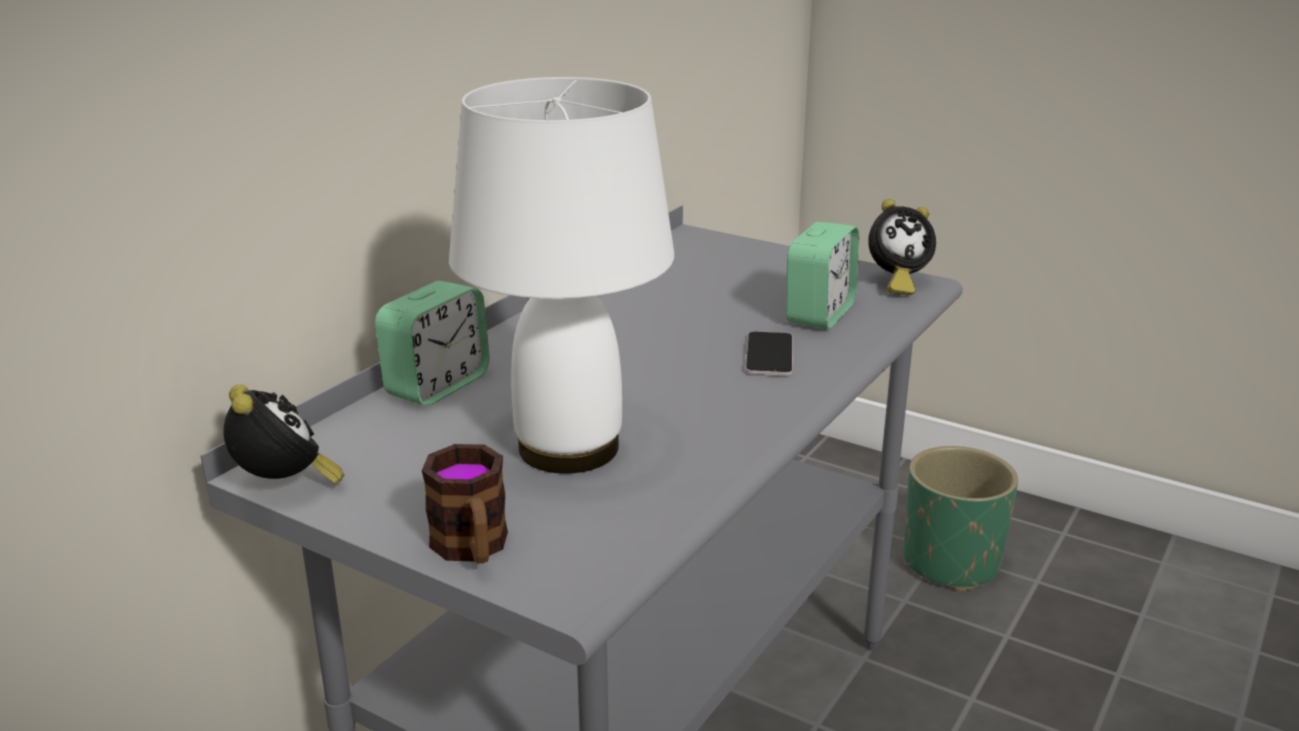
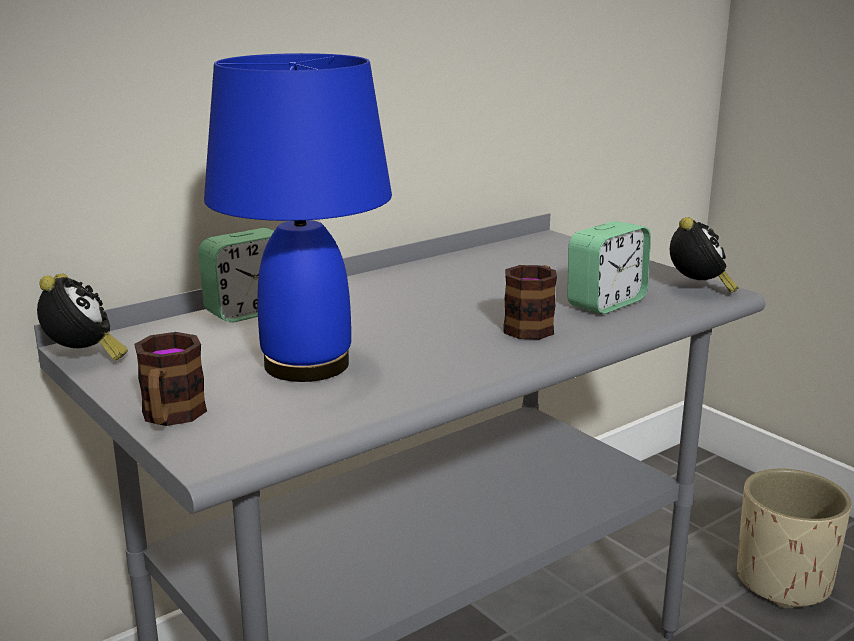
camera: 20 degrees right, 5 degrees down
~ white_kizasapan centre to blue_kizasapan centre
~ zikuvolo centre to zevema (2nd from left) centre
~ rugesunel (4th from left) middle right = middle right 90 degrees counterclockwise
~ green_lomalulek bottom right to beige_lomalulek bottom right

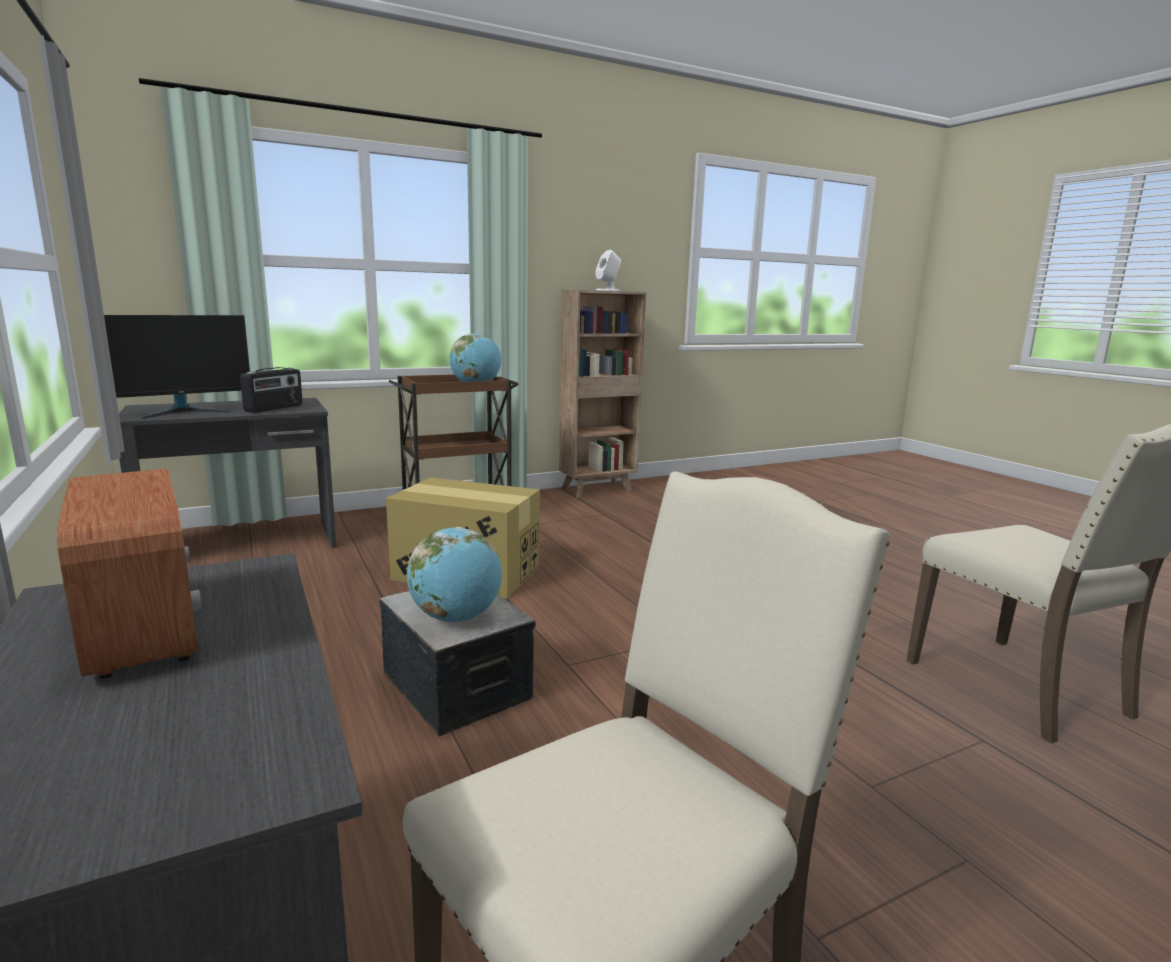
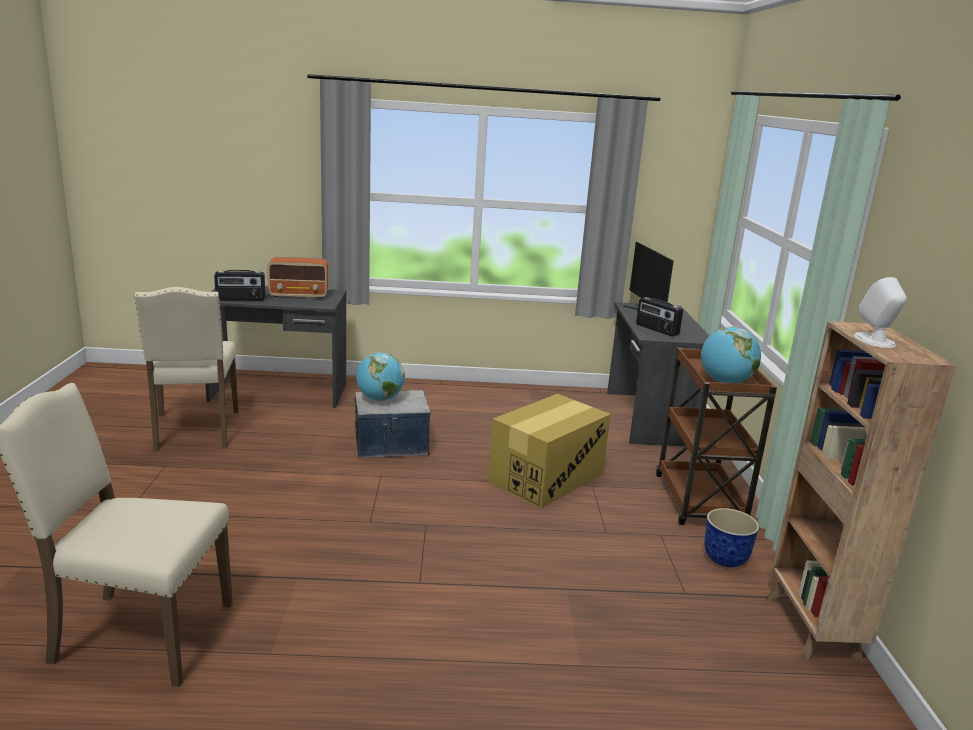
camera: 115 degrees right, 5 degrees up
+ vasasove (1st from left) middle left
+ lomalulek bottom right

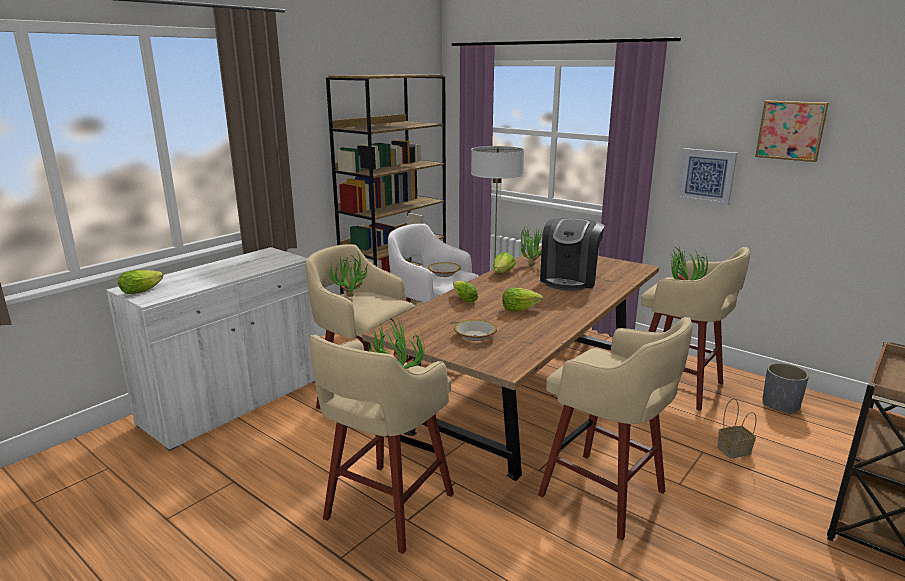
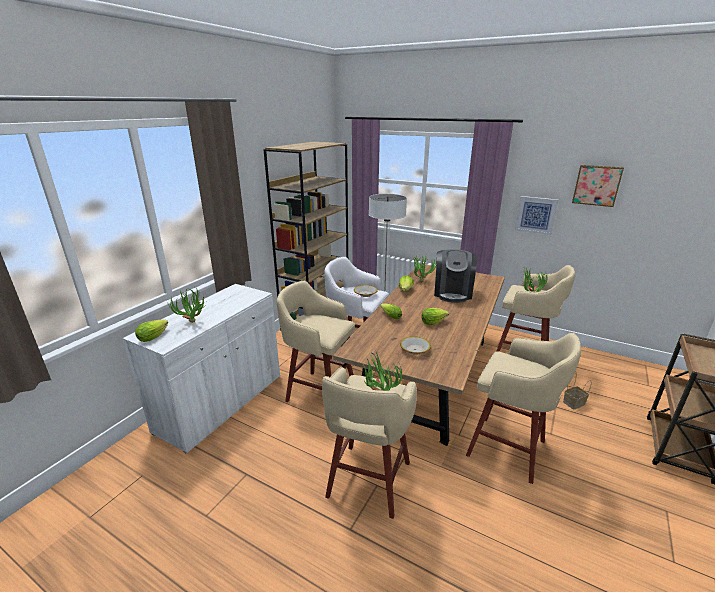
camera: 10 degrees left, 5 degrees up
~ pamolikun (1st from left) centre to middle left
- grey_lomalulek bottom right

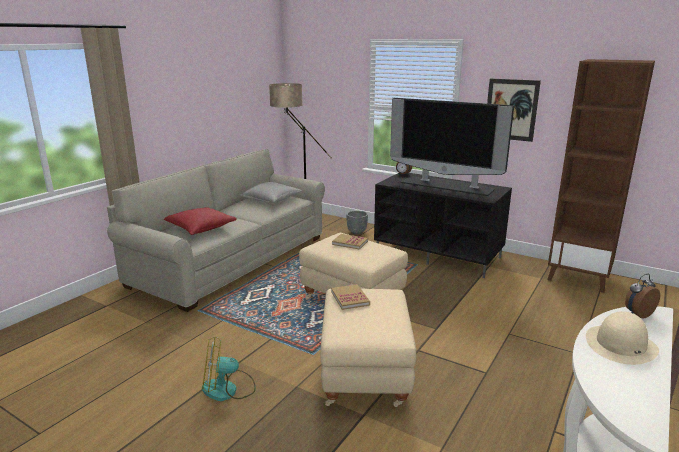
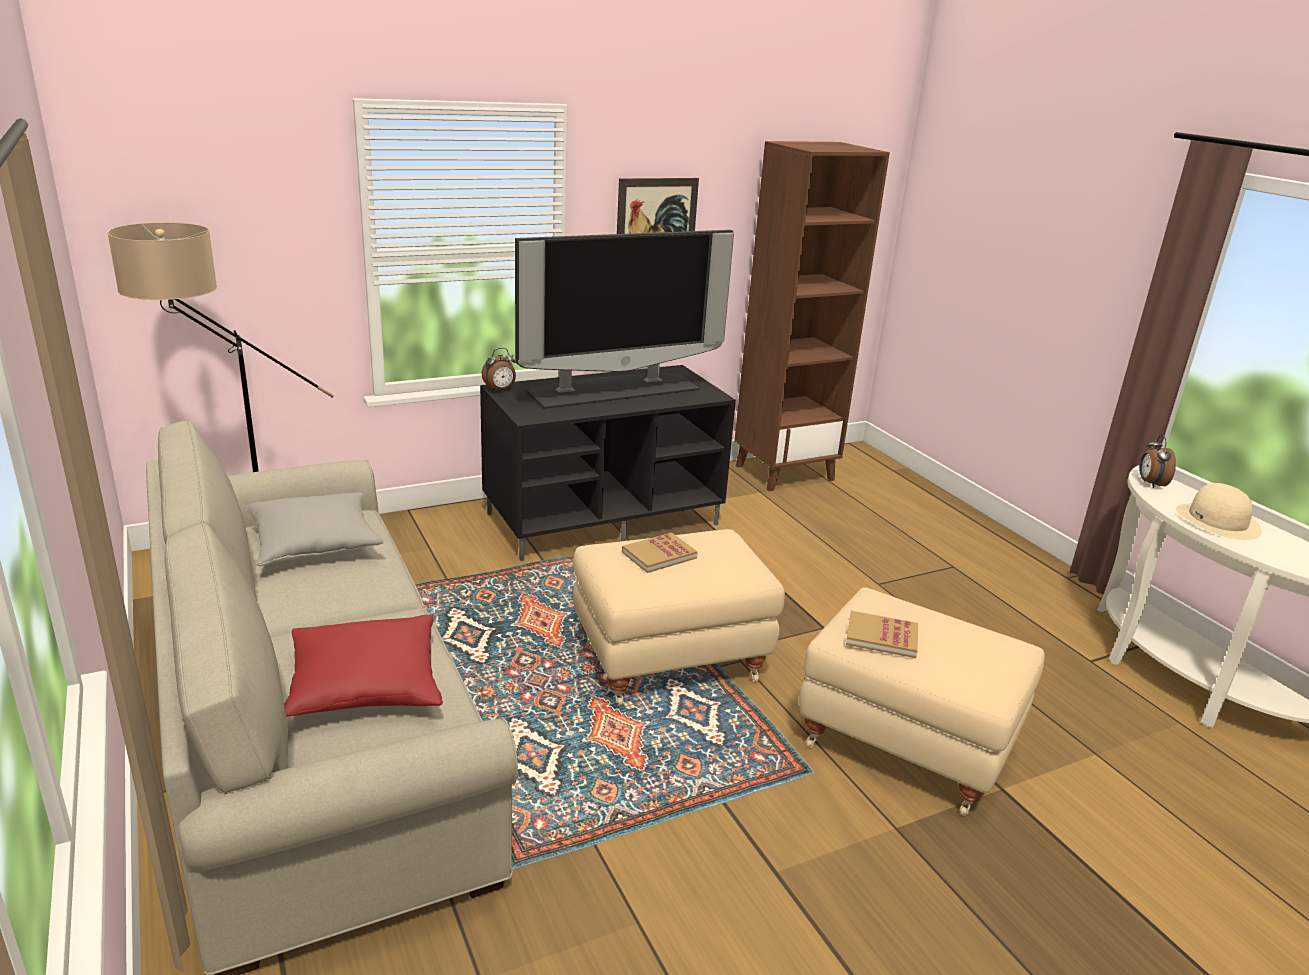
camera: 60 degrees left, 5 degrees up
- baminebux bottom centre
- grey_lomalulek centre

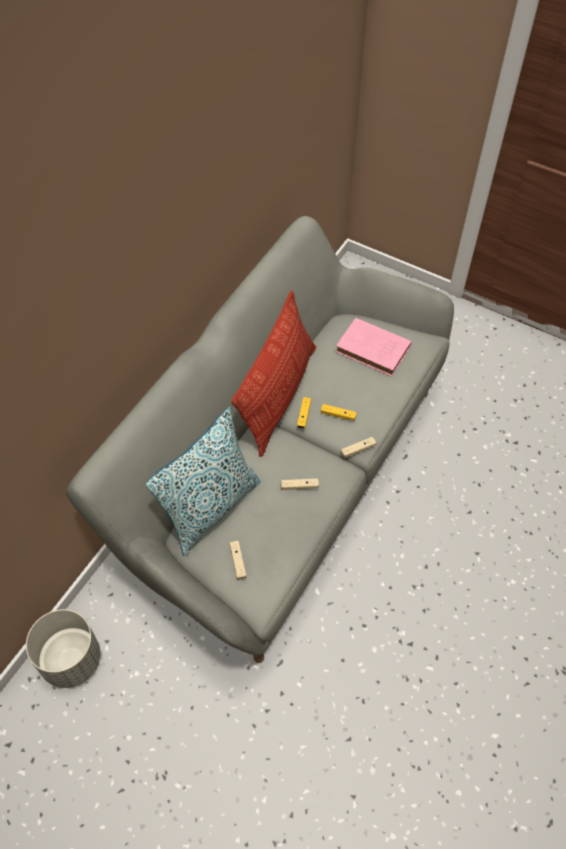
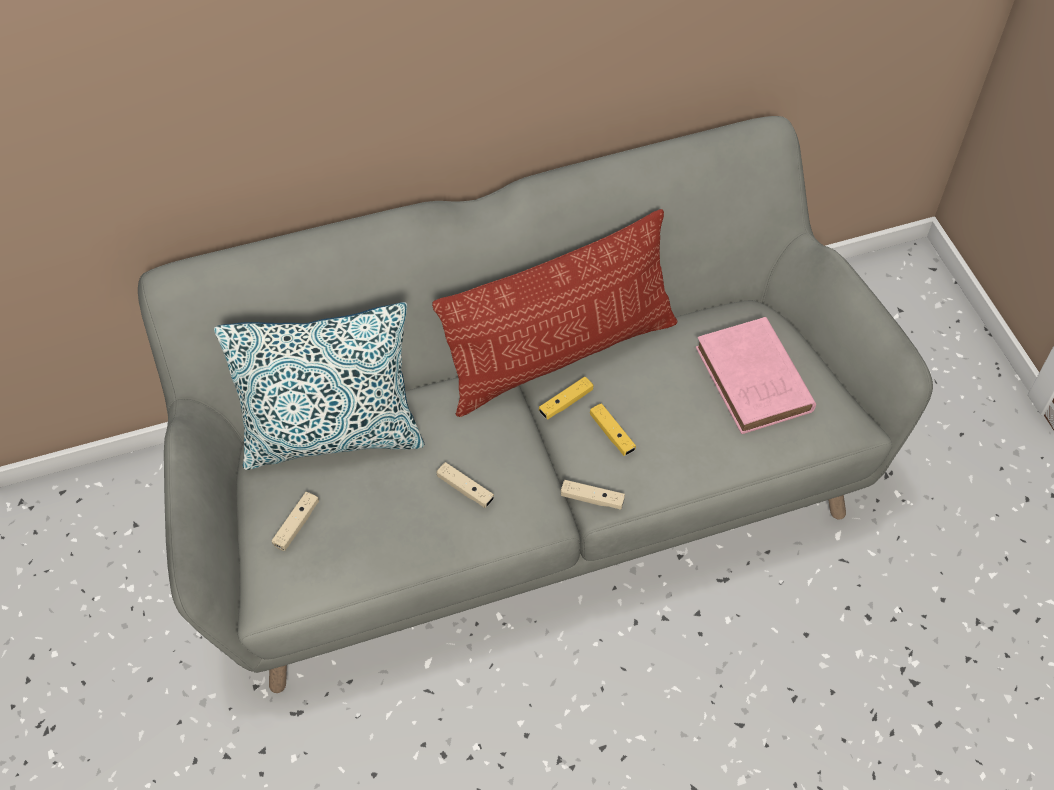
camera: 40 degrees right, 0 degrees up
- grey_lomalulek bottom left

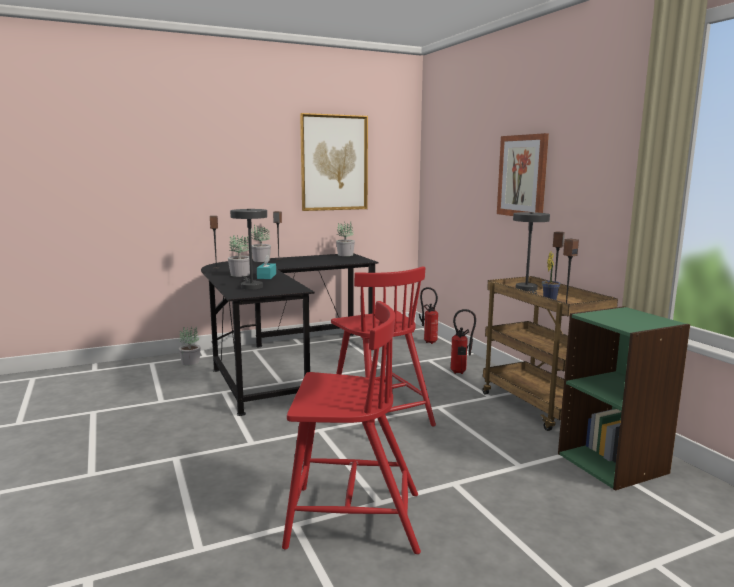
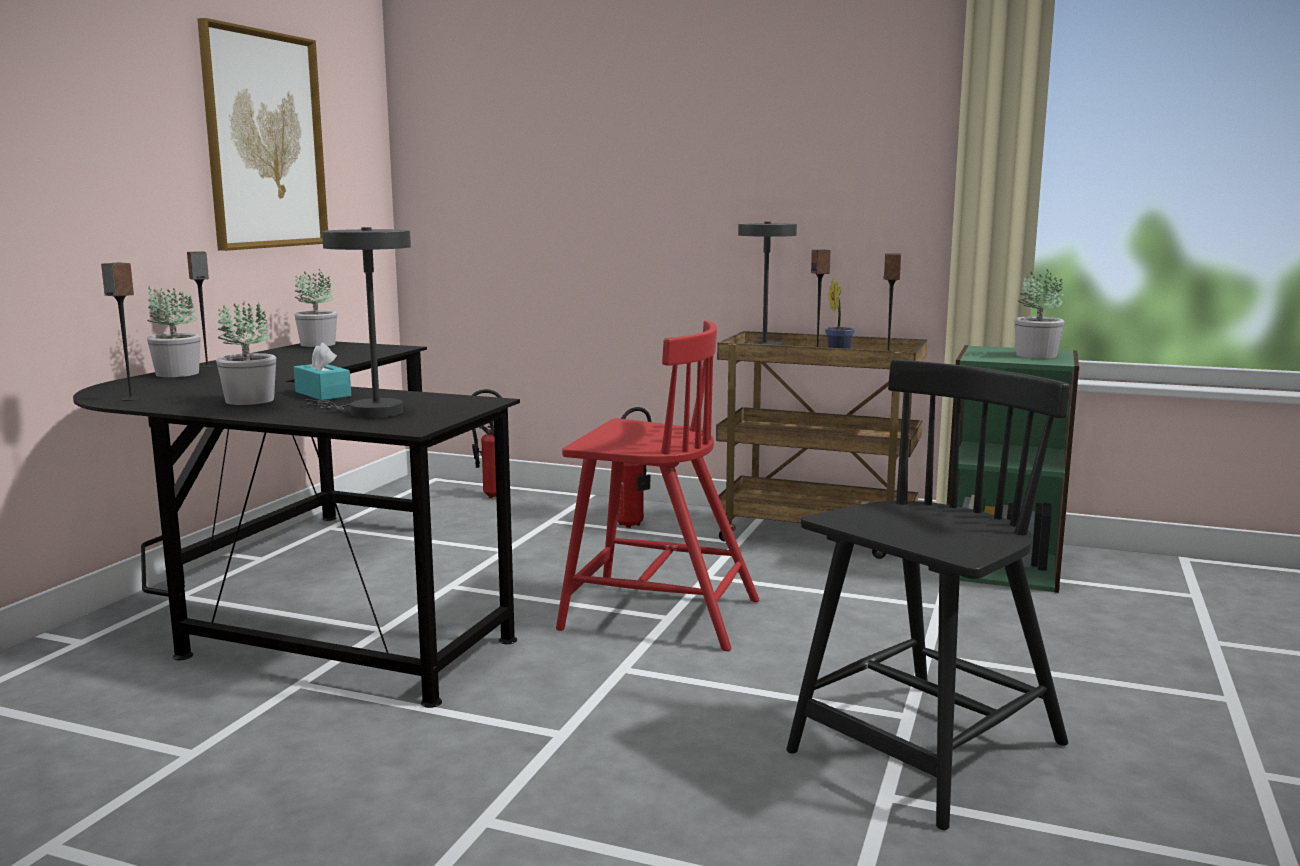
camera: 45 degrees left, 0 degrees up
~ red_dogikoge (1st from left) bottom centre to black_dogikoge bottom right
~ pamolikun (1st from left in the first image) middle left to pamolikun (5th from left) middle right
- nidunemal (2nd from left) top right

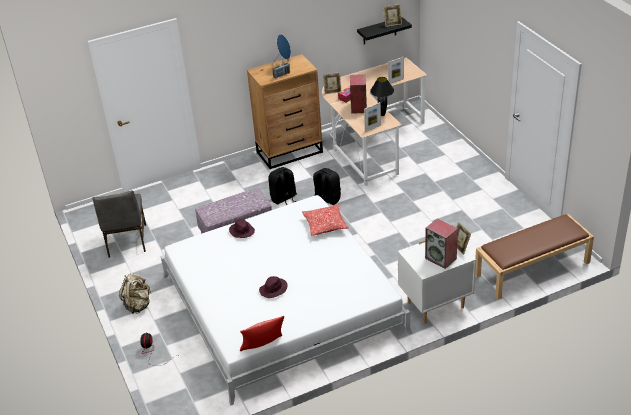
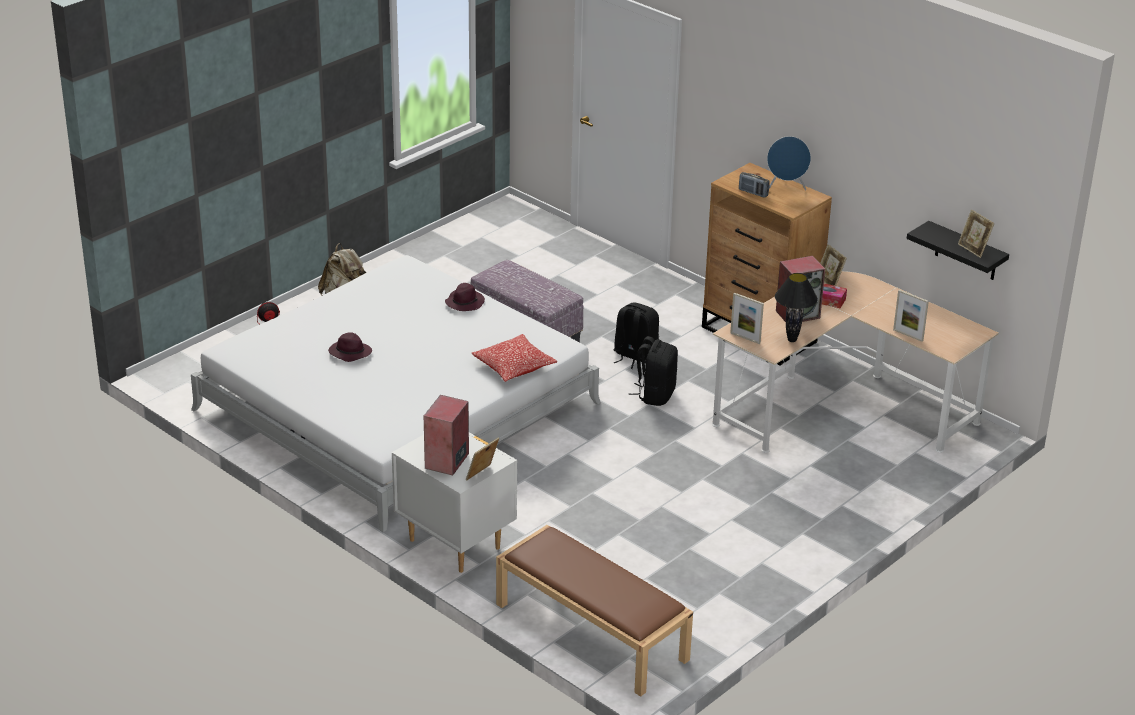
camera: 65 degrees right, 5 degrees down
- grey_dogikoge middle left
- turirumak (1st from left) bottom centre

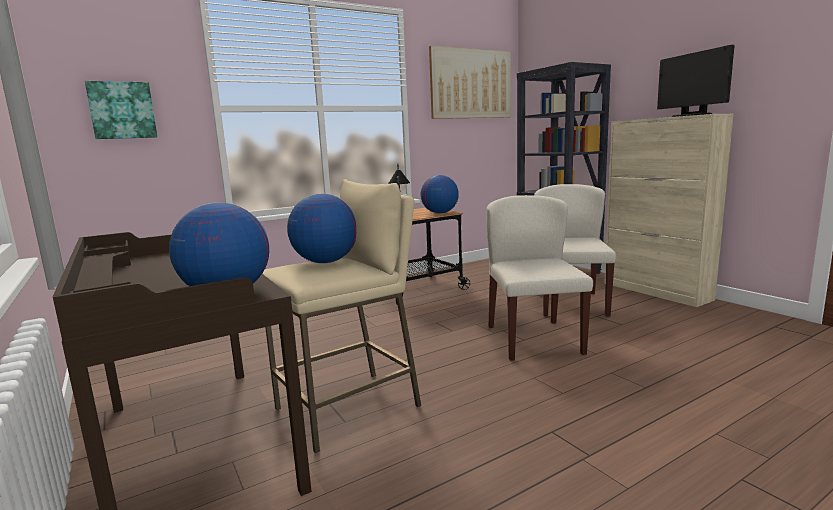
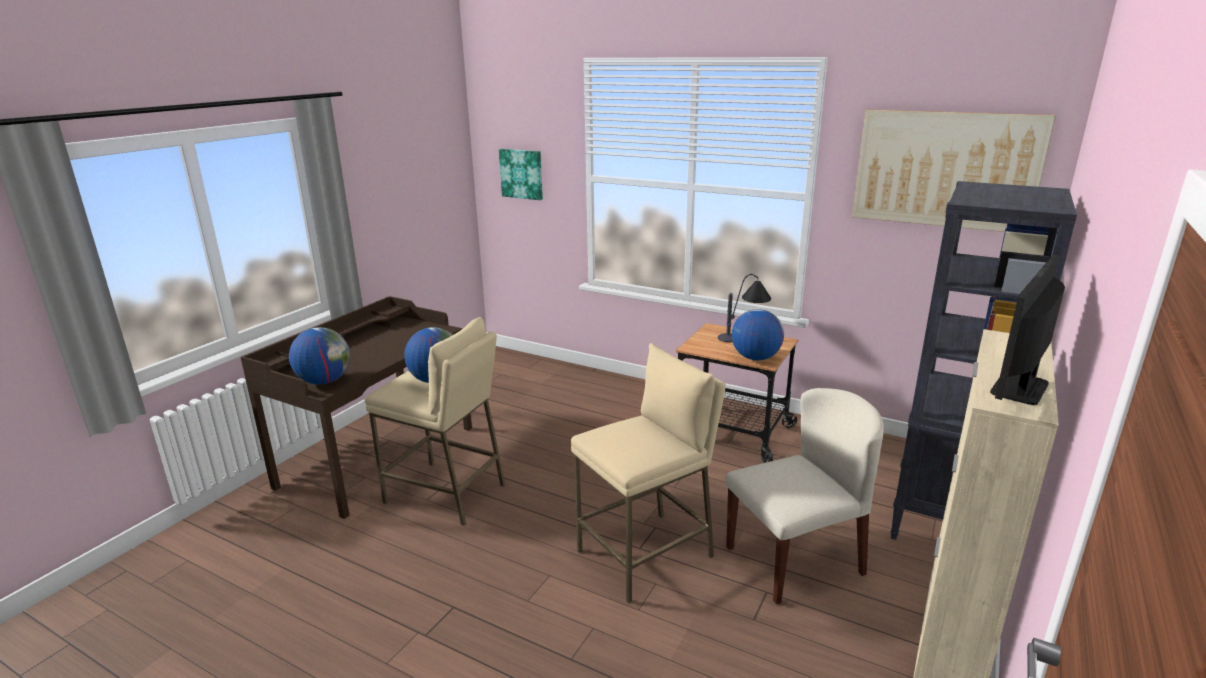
camera: 60 degrees right, 10 degrees up
~ beige_dogikoge (1st from left) centre to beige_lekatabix (2nd from left) bottom centre

